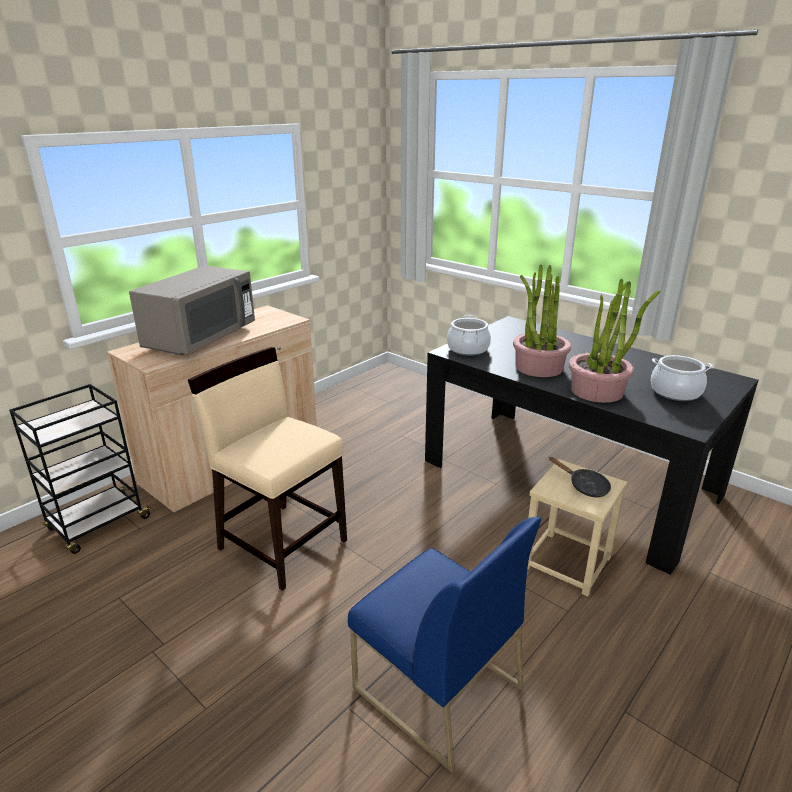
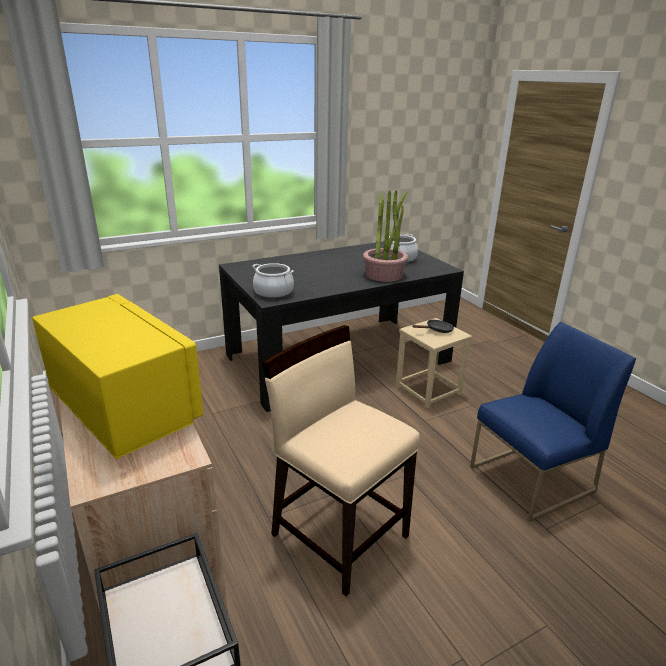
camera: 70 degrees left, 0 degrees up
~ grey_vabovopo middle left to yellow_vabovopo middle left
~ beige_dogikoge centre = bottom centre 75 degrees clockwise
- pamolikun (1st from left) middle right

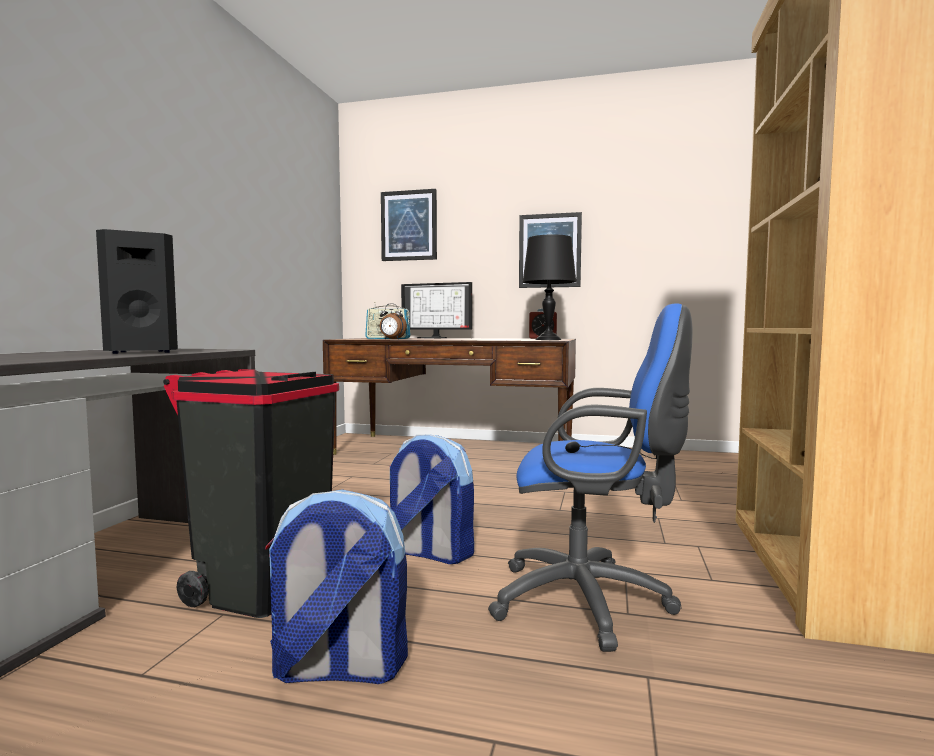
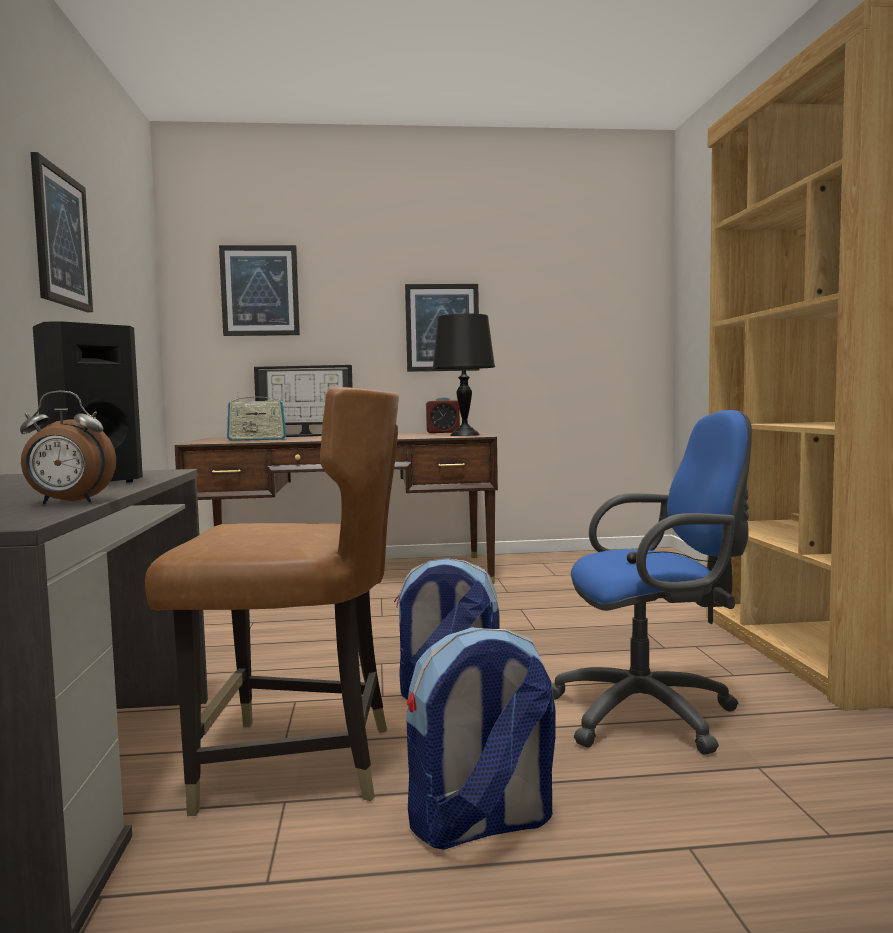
camera: 20 degrees left, 0 degrees up
~ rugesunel (1st from left) centre to middle left
+ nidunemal (1st from left) top left
~ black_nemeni middle left to brown_dogikoge middle left

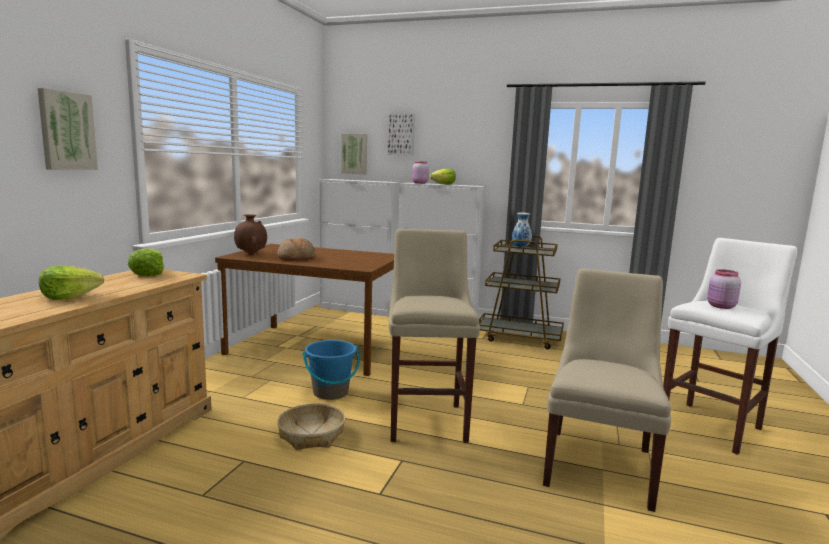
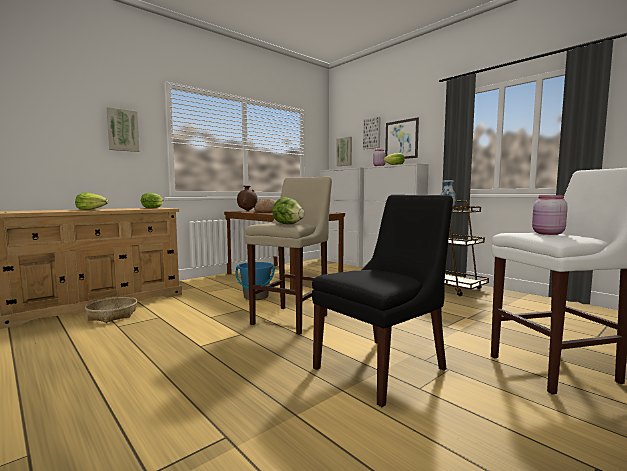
camera: 30 degrees right, 5 degrees down
~ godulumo bottom centre to middle left
+ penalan (3rd from left) centre
~ beige_dogikoge bottom right to black_dogikoge centre
+ nidunemal (4th from left) top centre

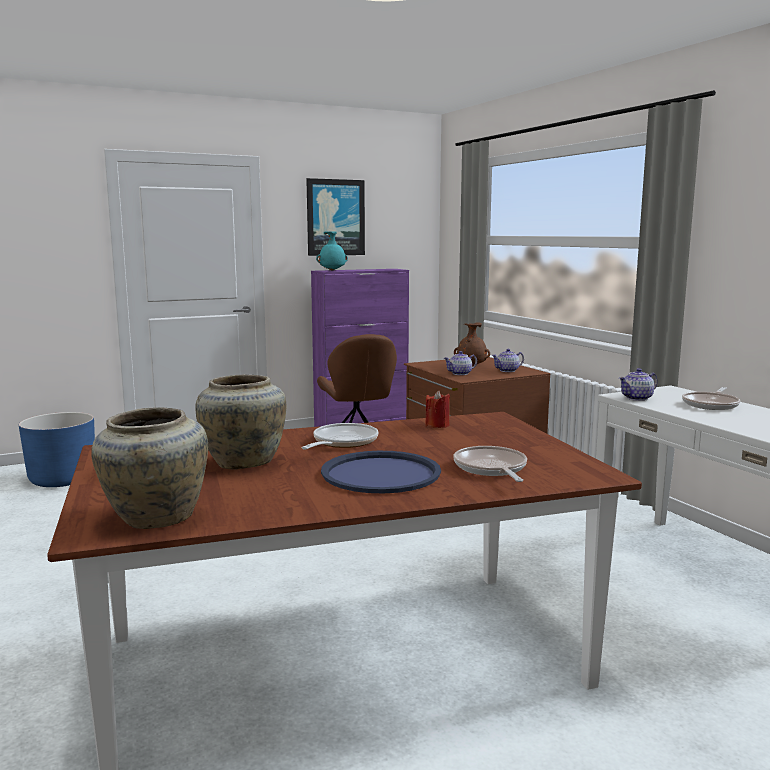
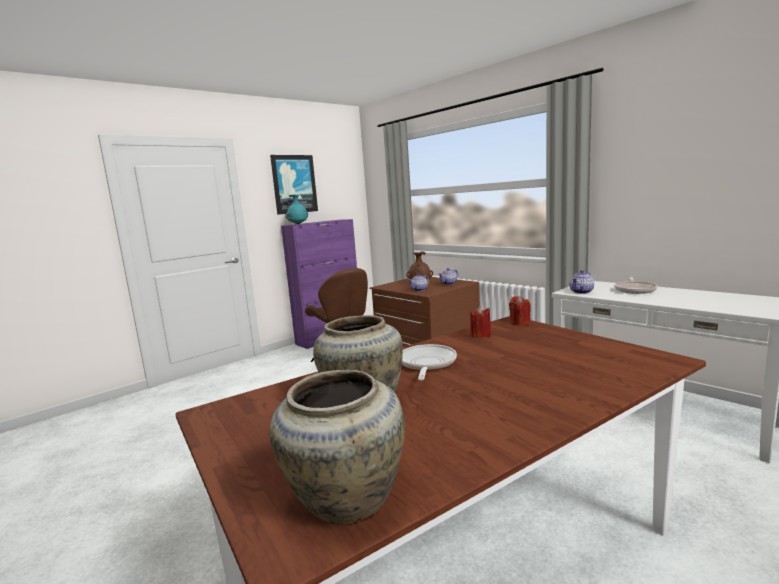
camera: 15 degrees left, 0 degrees up
+ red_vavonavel (2nd from left) middle right
- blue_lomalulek middle left
- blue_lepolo centre
- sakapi (2nd from left) centre

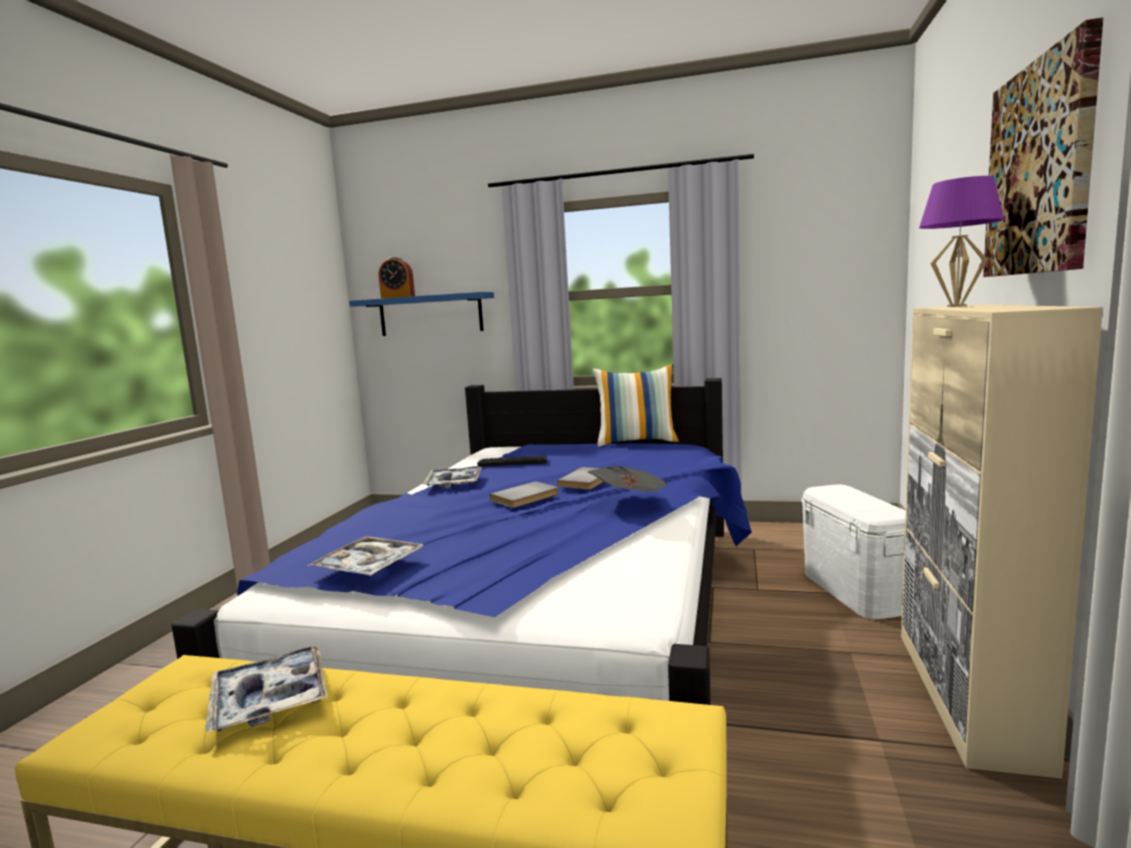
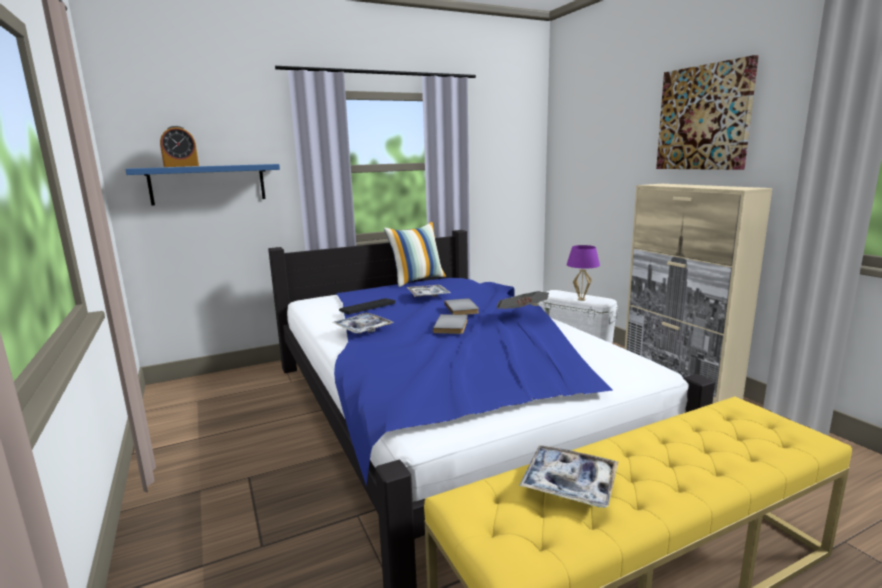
camera: 40 degrees left, 5 degrees up
~ lepolo (2nd from left) middle left to centre
~ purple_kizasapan top right to centre

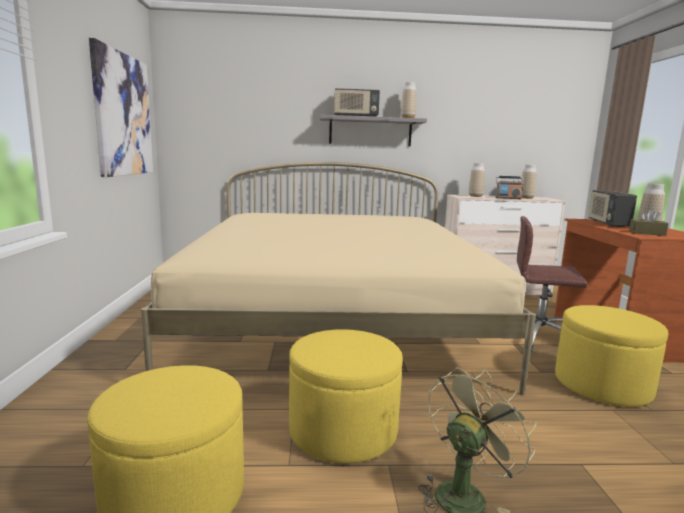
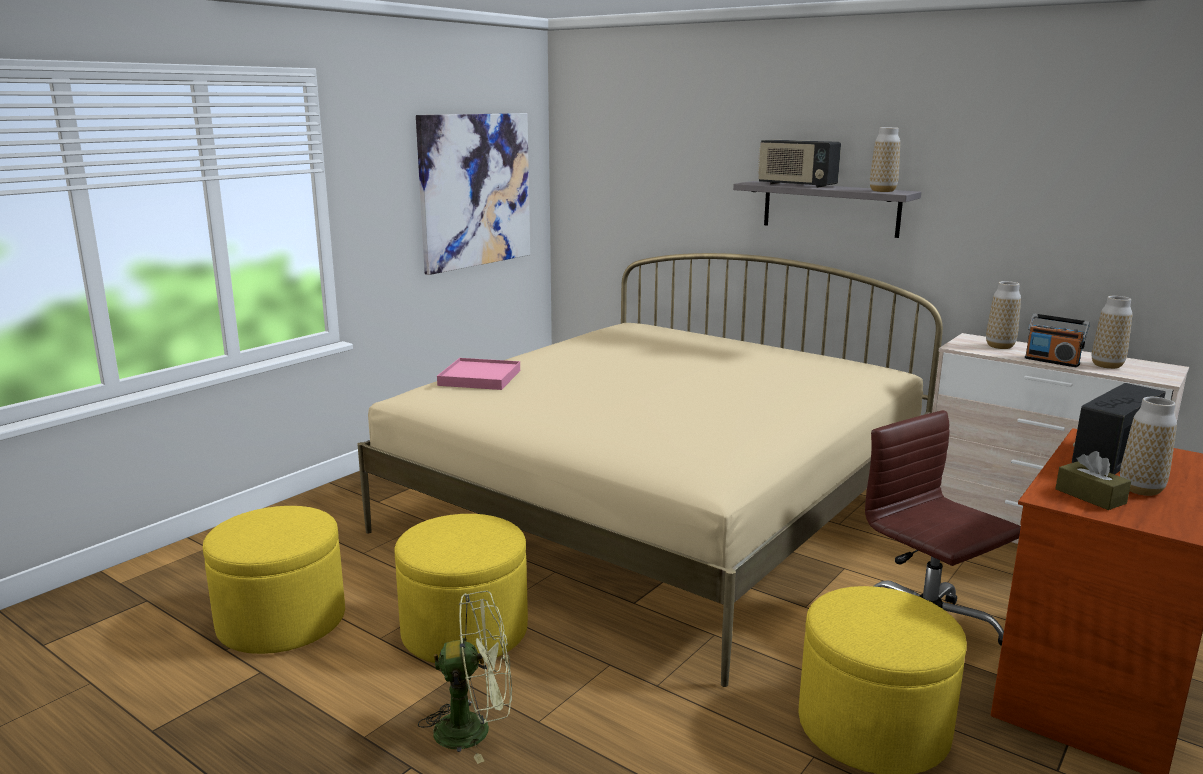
camera: 40 degrees right, 5 degrees up
+ pink_lepolo centre

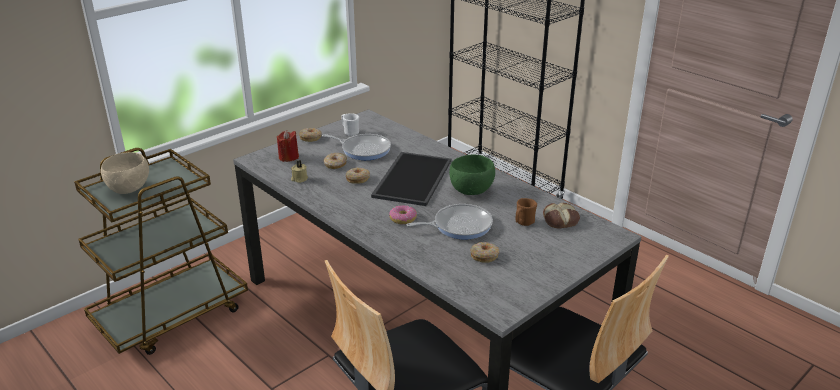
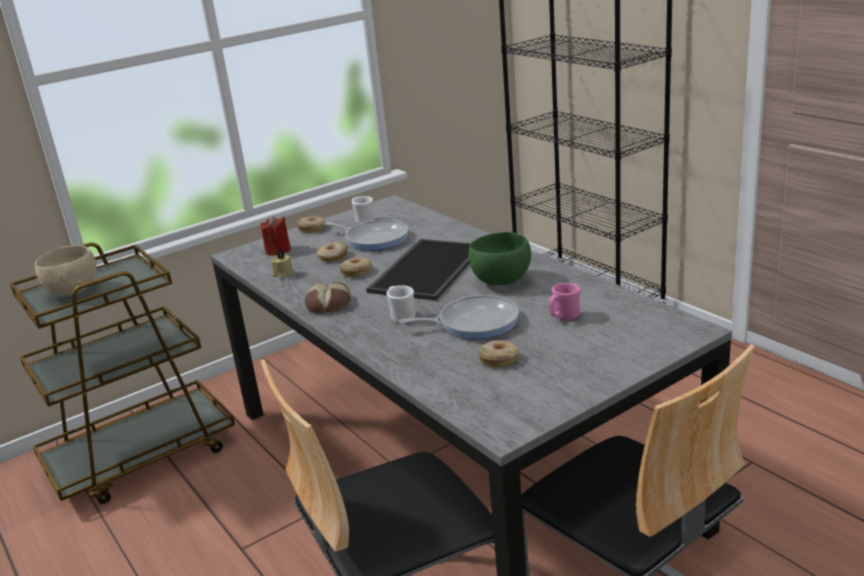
camera: 10 degrees right, 5 degrees down
~ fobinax middle right to centre
~ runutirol (4th from left) centre to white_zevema (2nd from left) centre
~ brown_zevema centre to pink_zevema centre

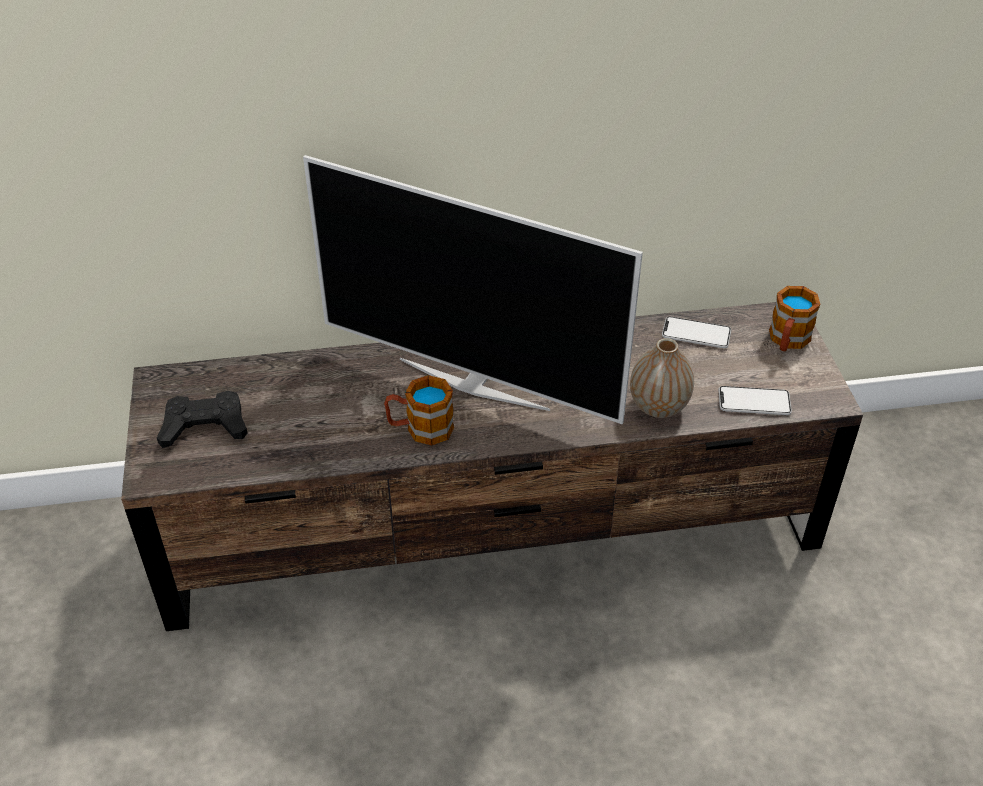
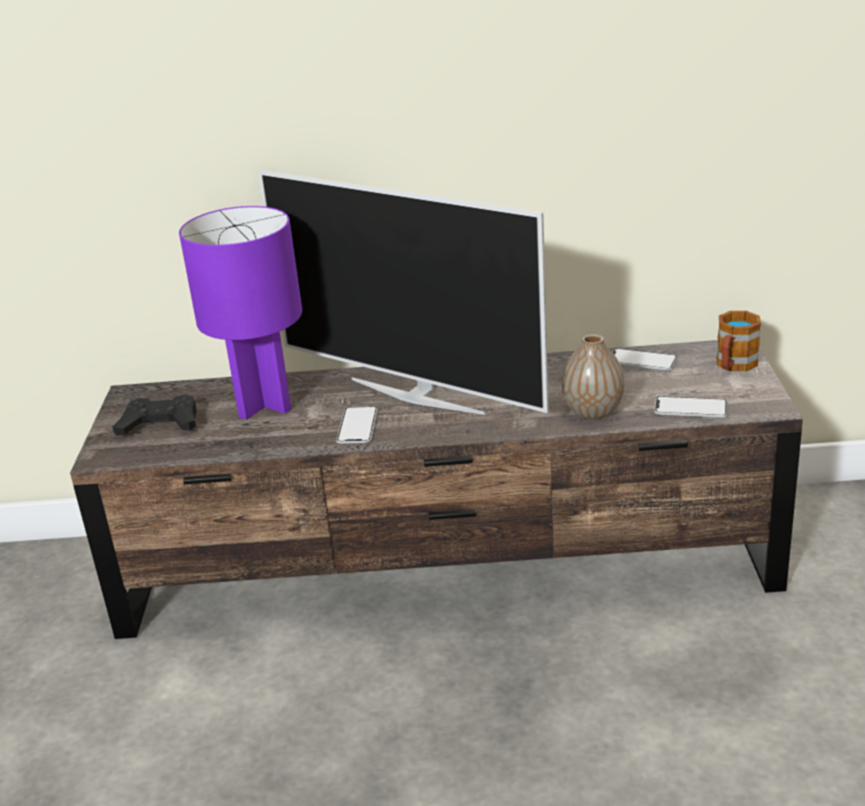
camera: 10 degrees right, 15 degrees down
+ purple_kizasapan middle left
~ zevema (1st from left) centre to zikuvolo (1st from left) centre

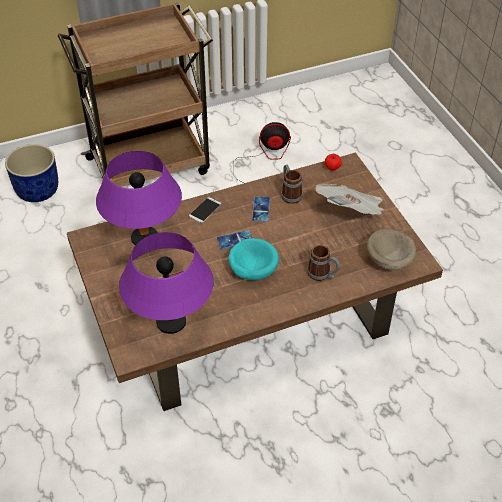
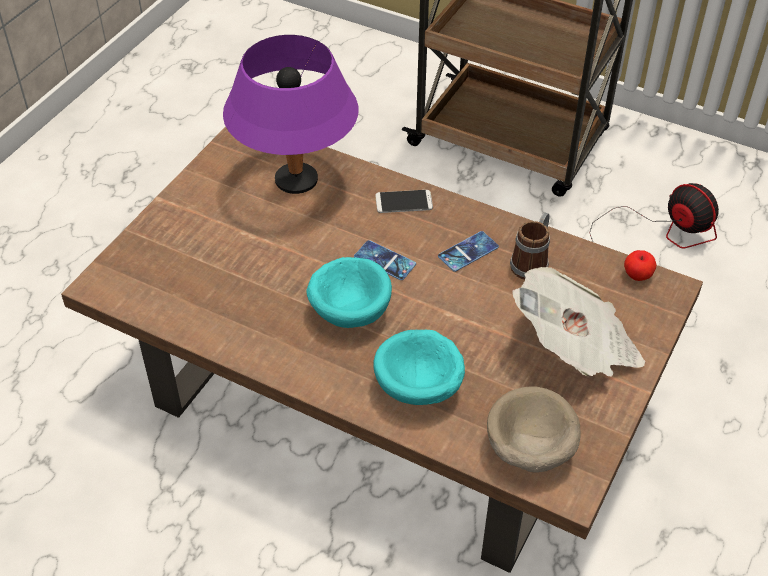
camera: 50 degrees right, 0 degrees up
~ zevema (2nd from left) centre to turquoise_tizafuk (2nd from left) centre
- blue_lomalulek middle left
- purple_kizasapan (2nd from left) middle left

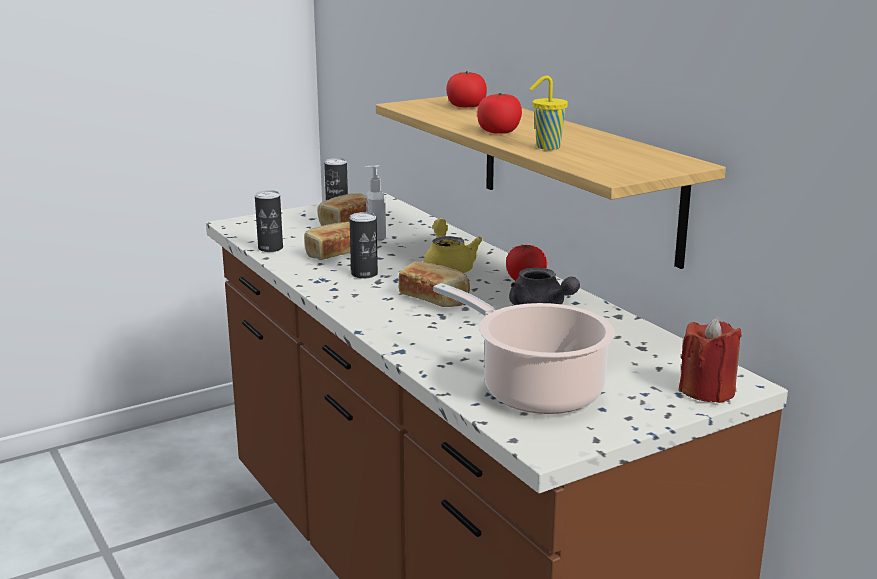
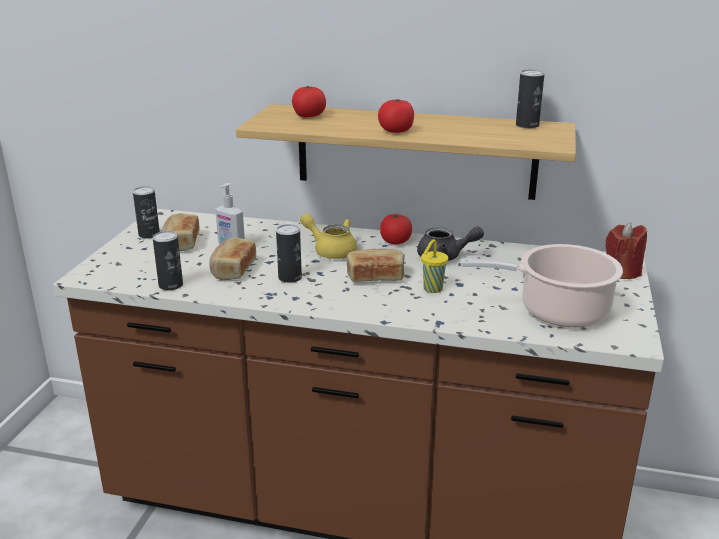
camera: 45 degrees left, 5 degrees up
~ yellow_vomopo top centre to centre
+ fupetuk (4th from left) top right

